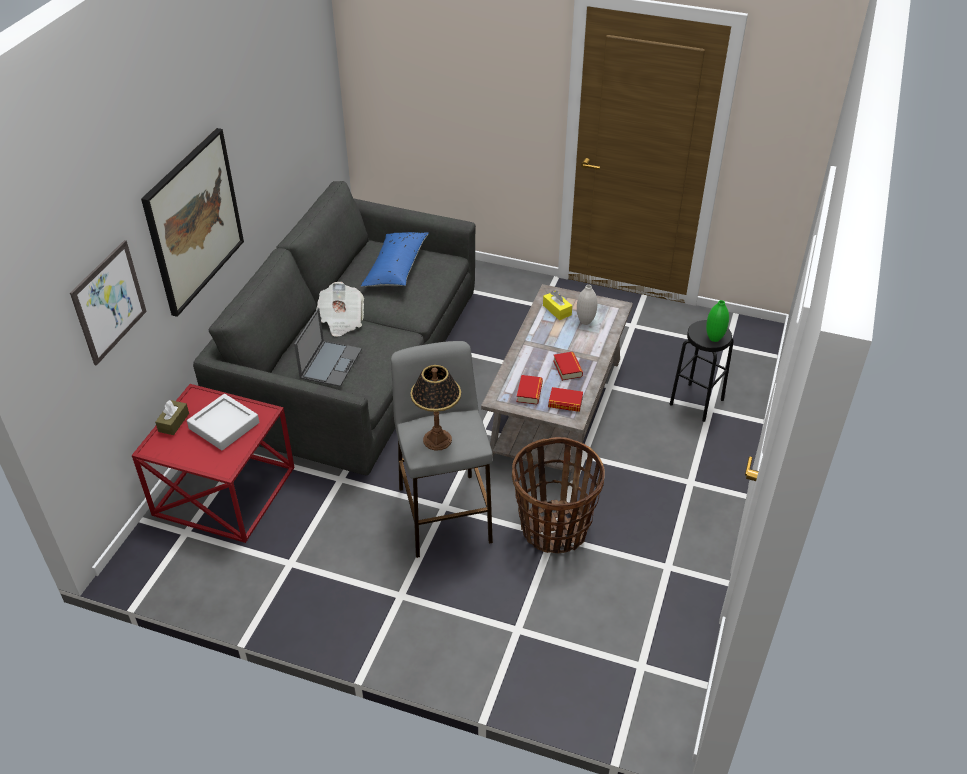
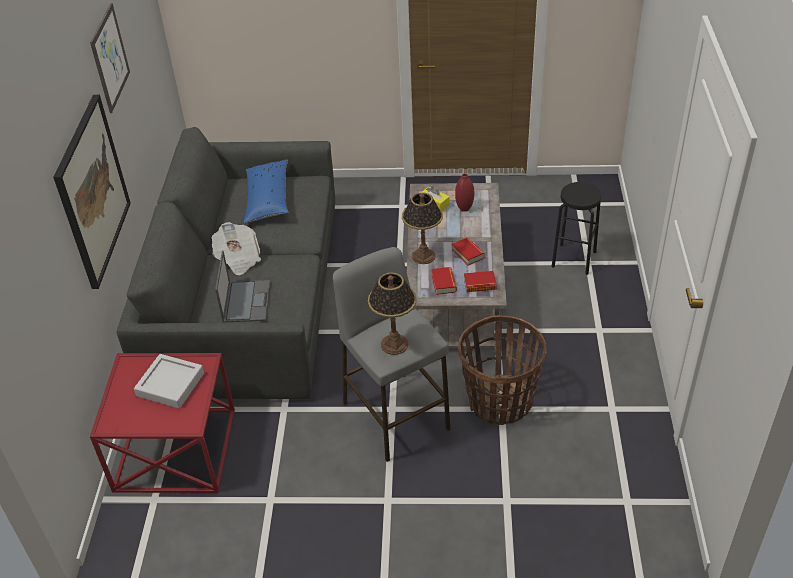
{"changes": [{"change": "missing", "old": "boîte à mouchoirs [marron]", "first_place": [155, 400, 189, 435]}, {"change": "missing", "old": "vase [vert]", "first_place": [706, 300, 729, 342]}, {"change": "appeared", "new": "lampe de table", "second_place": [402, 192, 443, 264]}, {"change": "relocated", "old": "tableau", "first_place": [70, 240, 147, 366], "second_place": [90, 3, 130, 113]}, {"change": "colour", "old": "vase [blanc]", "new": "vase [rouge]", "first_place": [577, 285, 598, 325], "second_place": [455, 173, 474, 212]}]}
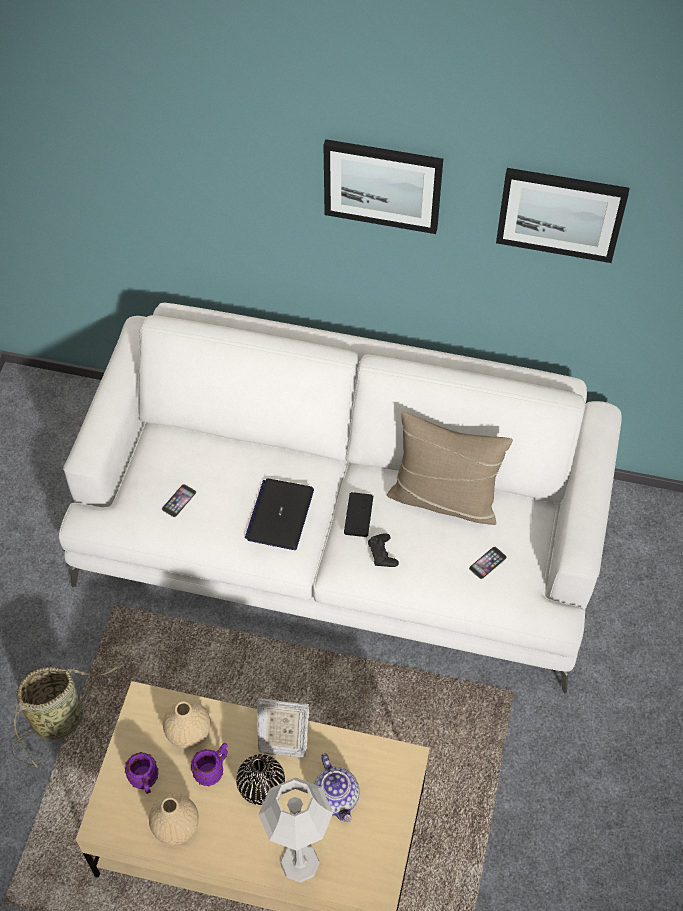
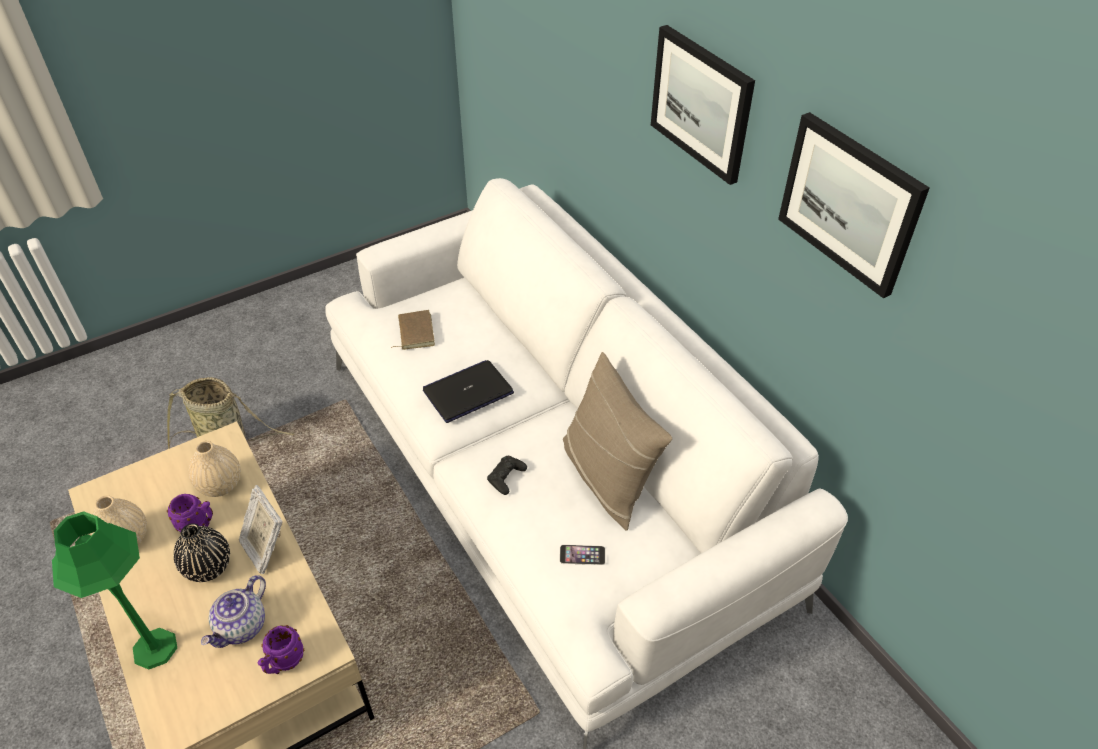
{"changes": [{"change": "missing", "old": "manette [noir]", "first_place": [344, 492, 373, 537]}, {"change": "relocated", "old": "mug [violet]", "first_place": [125, 752, 158, 794], "second_place": [258, 625, 304, 674]}, {"change": "exchanged", "old": "téléphone", "new": "livre [marron]", "first_place": [162, 484, 196, 517], "second_place": [391, 310, 435, 350]}, {"change": "colour", "old": "lampe de table [gris]", "new": "lampe de table [vert]", "first_place": [258, 777, 333, 883], "second_place": [52, 511, 177, 669]}]}
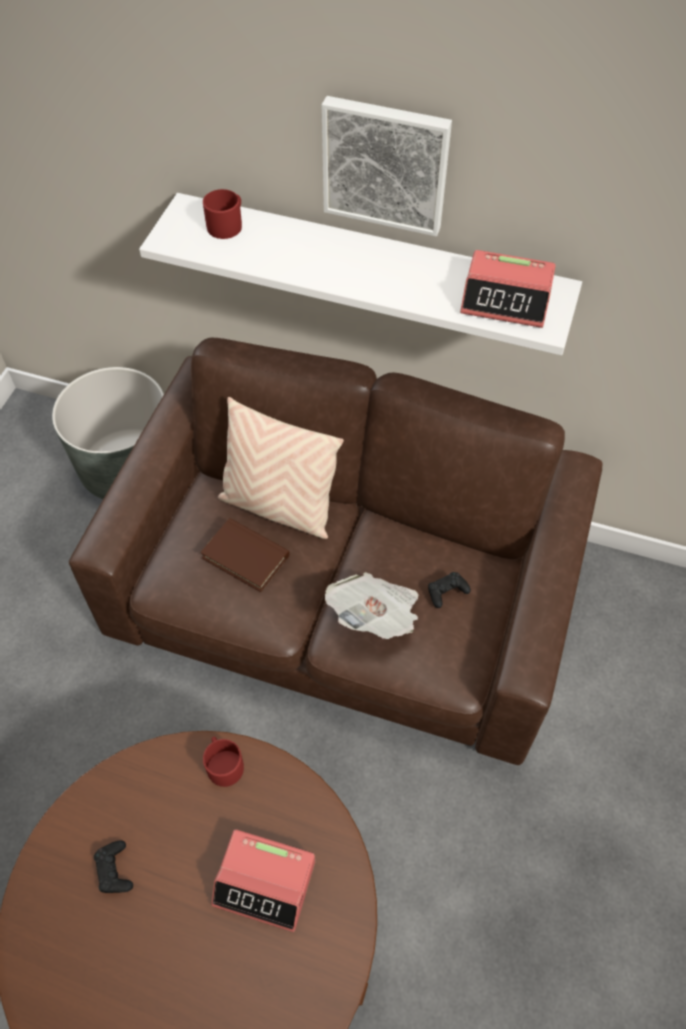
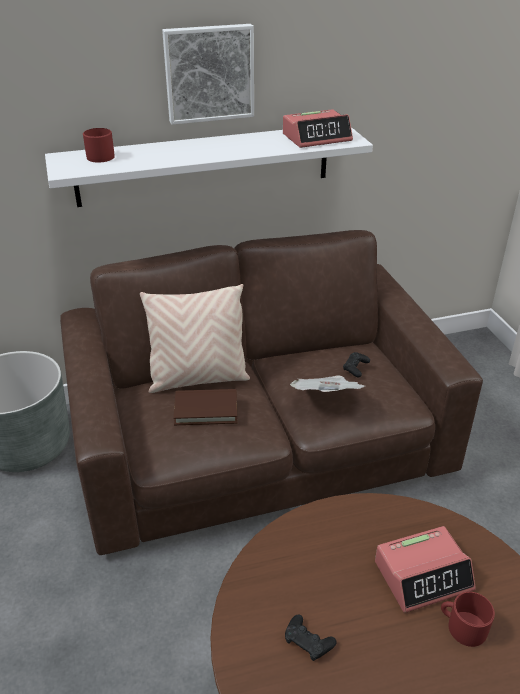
{"changes": [{"change": "relocated", "old": "mug [rouge]", "first_place": [203, 737, 244, 787], "second_place": [441, 592, 495, 647]}]}
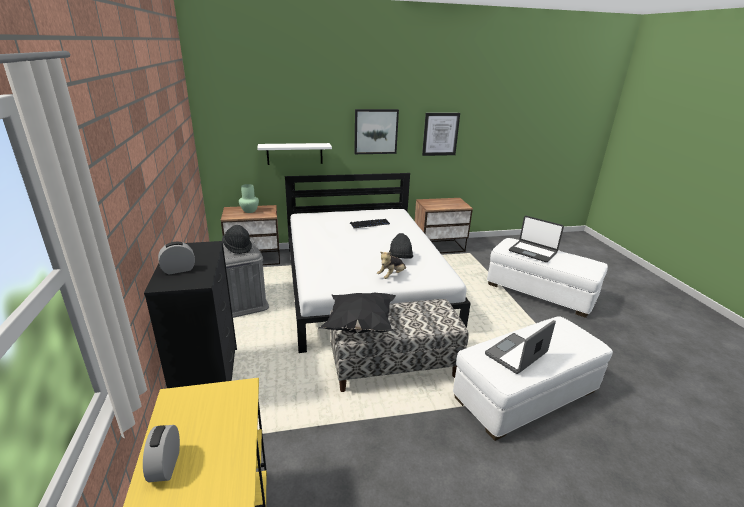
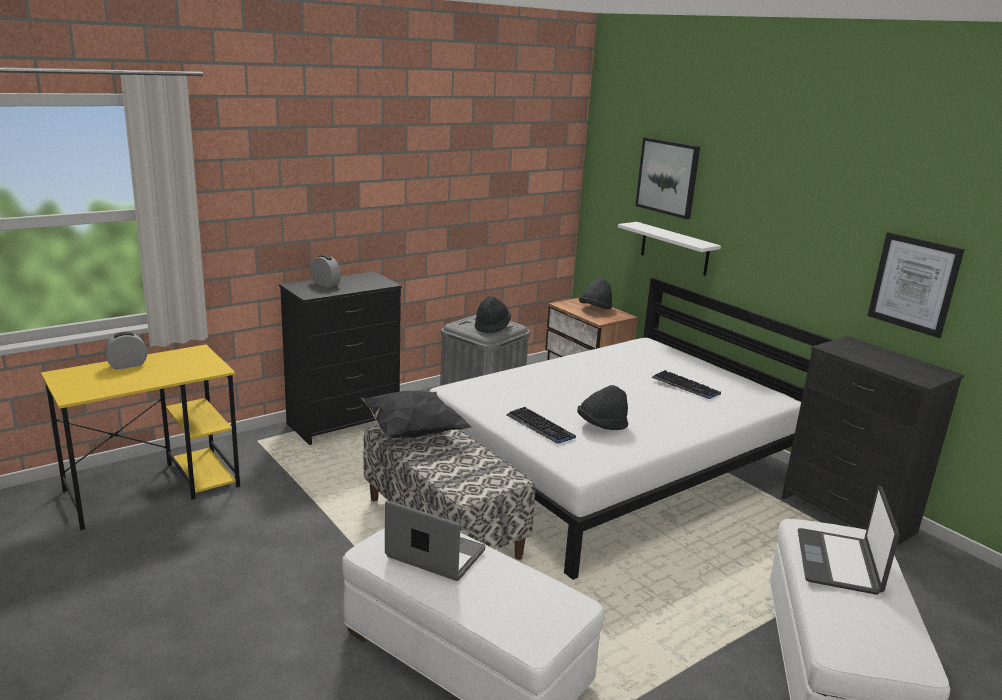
{"changes": [{"change": "relocated", "old": "tableau", "first_place": [354, 109, 399, 154], "second_place": [635, 137, 700, 219]}, {"change": "exchanged", "old": "vase [vert]", "new": "chapeau [noir]", "first_place": [239, 184, 259, 213], "second_place": [579, 278, 612, 309]}, {"change": "exchanged", "old": "peluche", "new": "clavier", "first_place": [377, 252, 406, 279], "second_place": [506, 407, 576, 444]}, {"change": "exchanged", "old": "table de chevet", "new": "commode [noir]", "first_place": [414, 198, 473, 253], "second_place": [781, 336, 964, 545]}]}
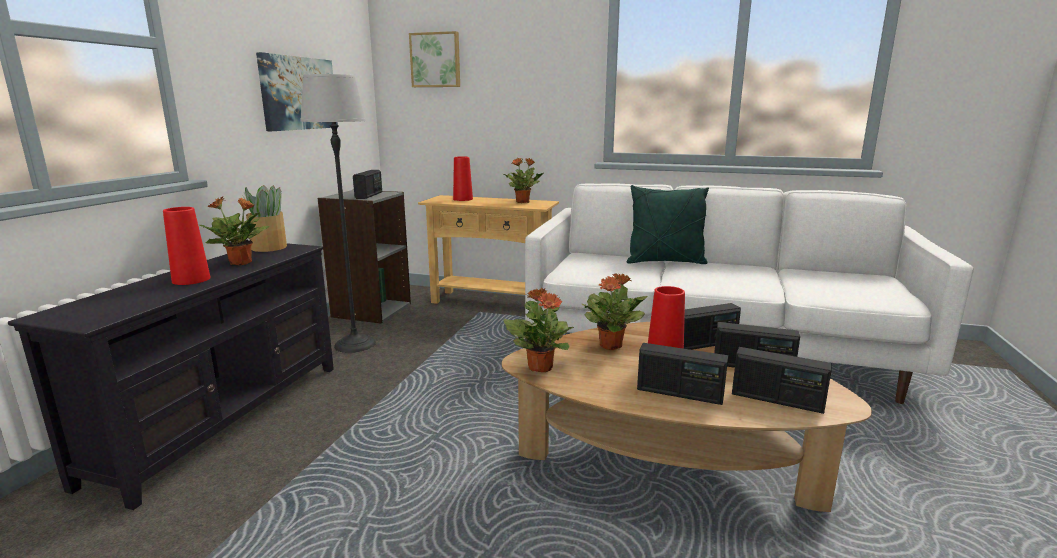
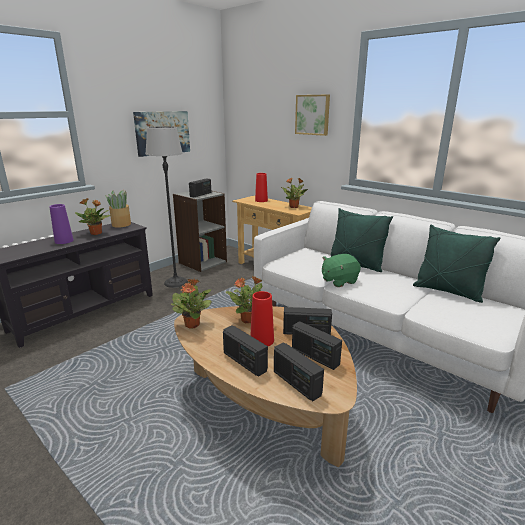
{"changes": [{"change": "appeared", "new": "peluche [vert]", "second_place": [322, 254, 361, 287]}, {"change": "appeared", "new": "coussin [vert]", "second_place": [413, 225, 500, 303]}, {"change": "relocated", "old": "tableau", "first_place": [409, 31, 460, 87], "second_place": [295, 95, 330, 136]}, {"change": "colour", "old": "vase [rouge]", "new": "vase [violet]", "first_place": [163, 207, 211, 285], "second_place": [50, 204, 74, 244]}]}
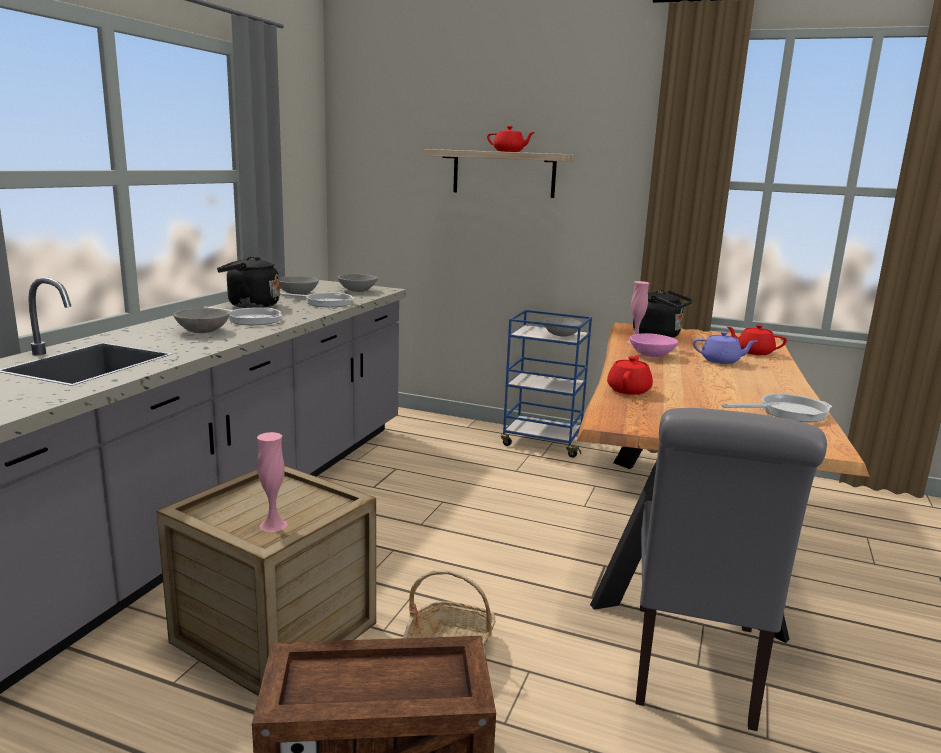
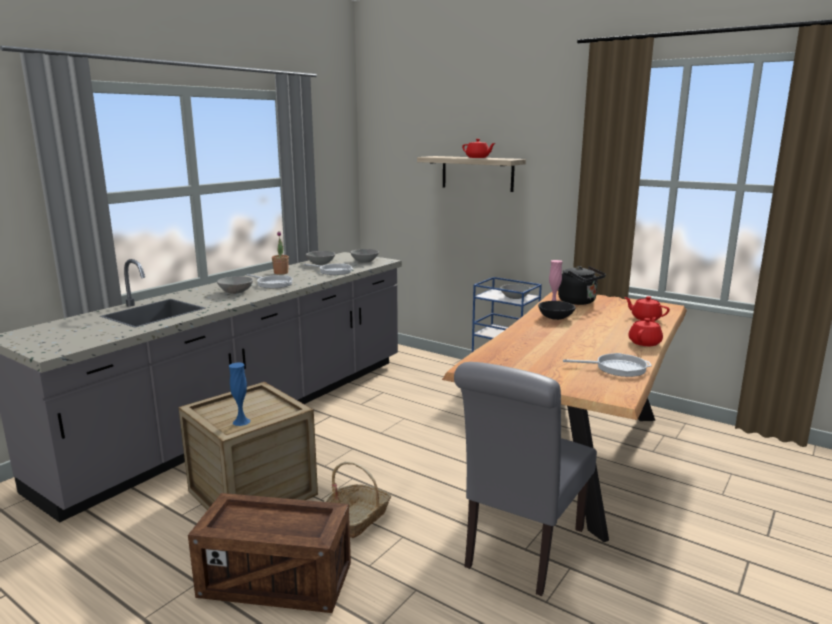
{"changes": [{"change": "missing", "old": "théière [violet]", "first_place": [693, 332, 757, 364]}, {"change": "relocated", "old": "théière [rouge]", "first_place": [607, 355, 653, 395], "second_place": [628, 317, 663, 346]}, {"change": "exchanged", "old": "bouilloire [noir]", "new": "plante en pot", "first_place": [217, 256, 280, 308], "second_place": [272, 231, 289, 274]}, {"change": "colour", "old": "vase [rose]", "new": "vase [bleu]", "first_place": [257, 432, 288, 532], "second_place": [229, 363, 251, 426]}, {"change": "colour", "old": "bol [rose]", "new": "bol [noir]", "first_place": [630, 333, 678, 357], "second_place": [538, 301, 576, 320]}]}
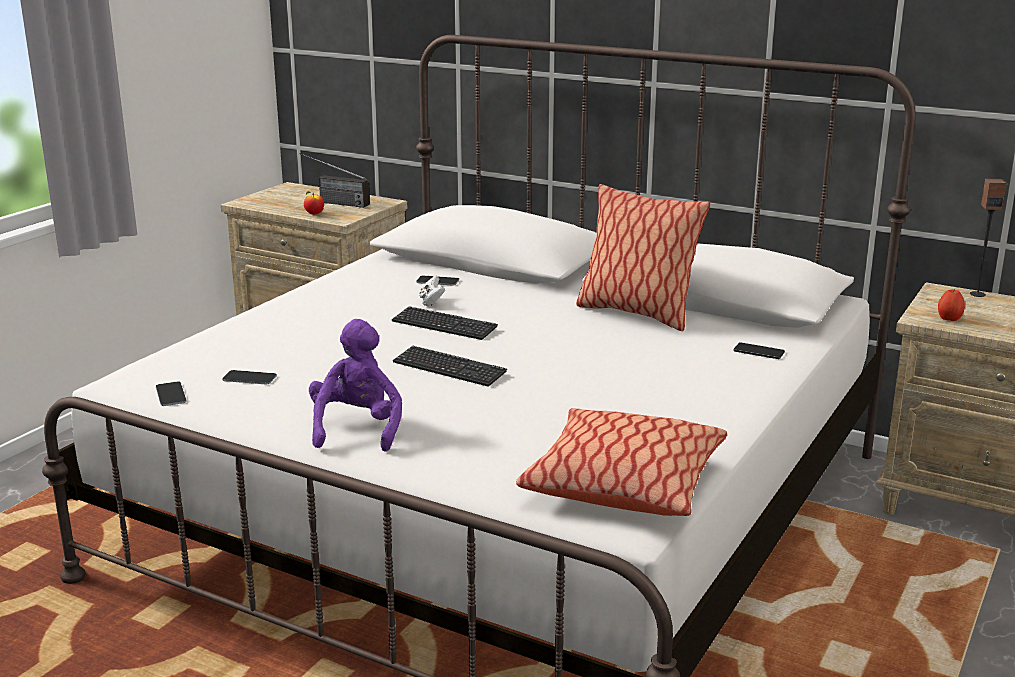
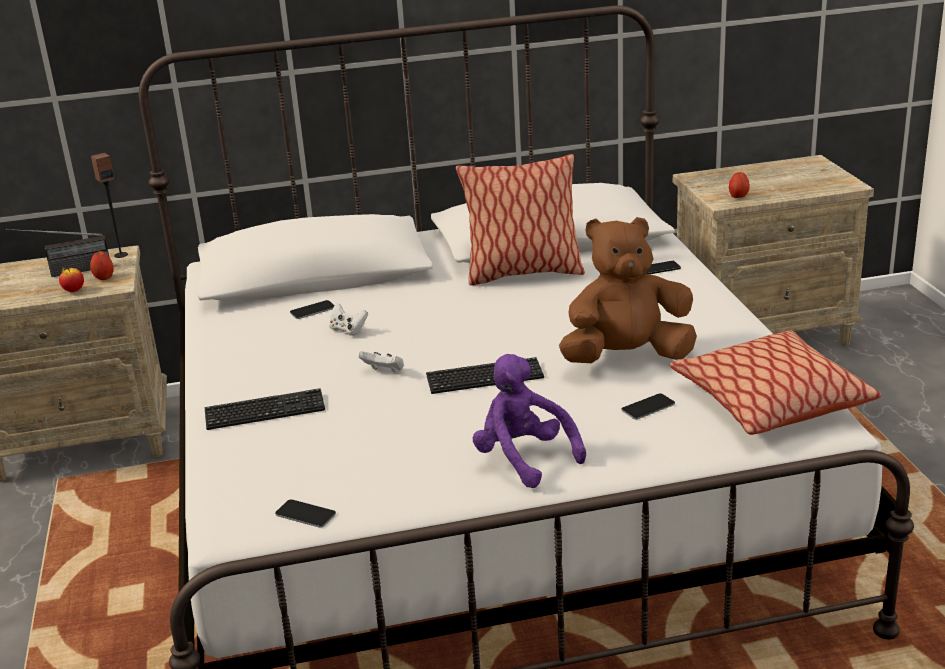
{"changes": [{"change": "appeared", "new": "pomme", "second_place": [90, 251, 114, 280]}, {"change": "appeared", "new": "manette [blanc]", "second_place": [359, 351, 404, 373]}, {"change": "appeared", "new": "peluche [marron]", "second_place": [559, 217, 697, 363]}, {"change": "relocated", "old": "téléphone", "first_place": [222, 370, 277, 384], "second_place": [622, 394, 675, 419]}, {"change": "relocated", "old": "clavier", "first_place": [392, 306, 498, 340], "second_place": [205, 388, 325, 430]}, {"change": "relocated", "old": "enceinte", "first_place": [970, 179, 1006, 297], "second_place": [91, 153, 128, 258]}]}
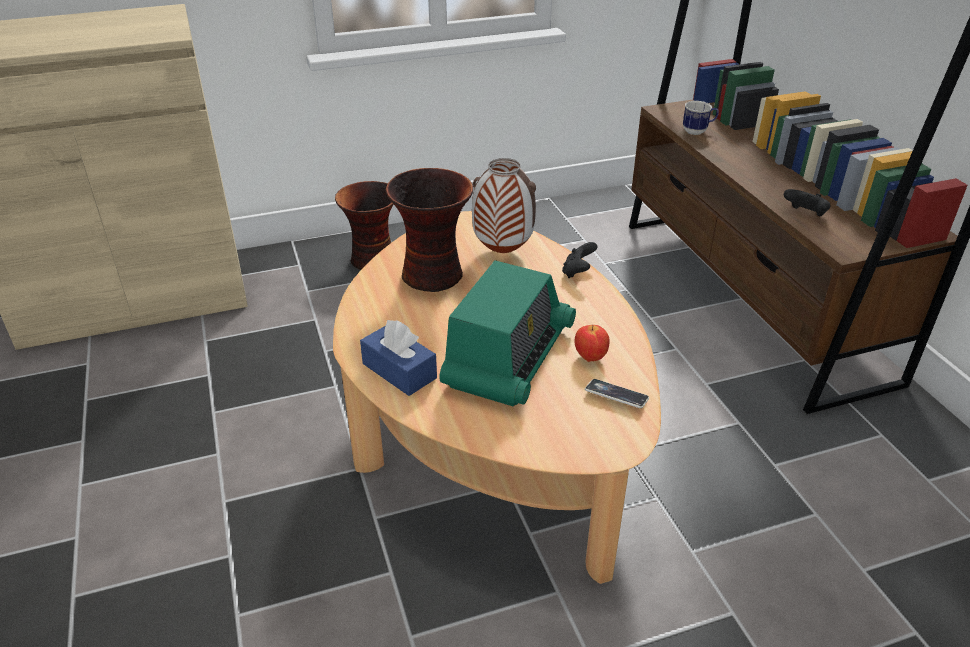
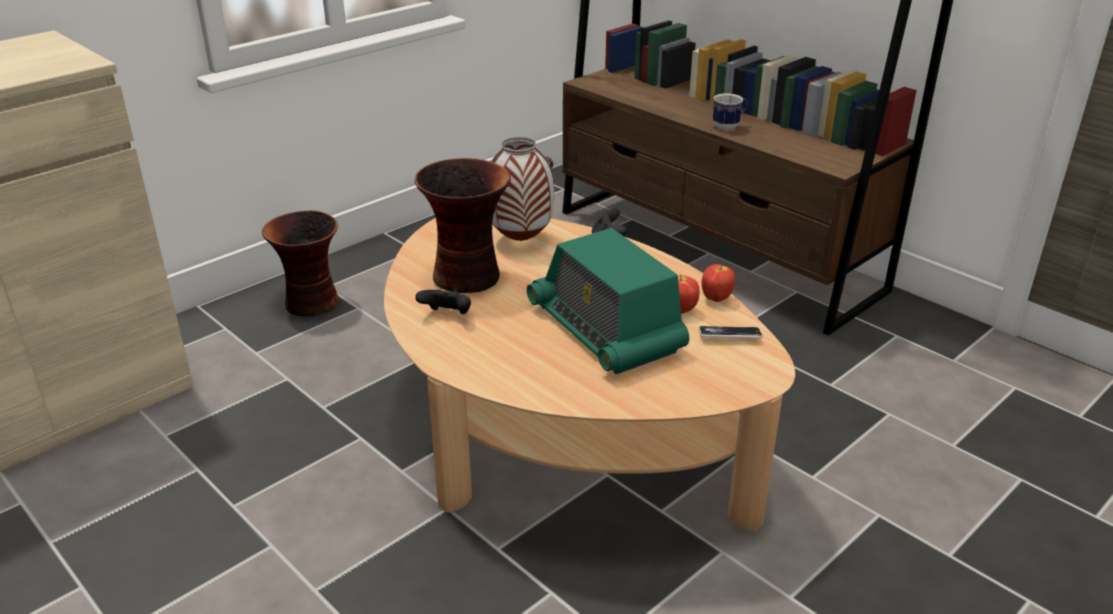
{"changes": [{"change": "missing", "old": "boîte à mouchoirs [bleu]", "first_place": [360, 320, 437, 396]}, {"change": "appeared", "new": "pomme", "second_place": [701, 264, 735, 302]}, {"change": "relocated", "old": "mug", "first_place": [683, 101, 719, 135], "second_place": [713, 93, 748, 130]}, {"change": "relocated", "old": "manette [noir]", "first_place": [784, 189, 830, 216], "second_place": [415, 289, 471, 314]}, {"change": "spun", "old": "radio", "first_place": [440, 260, 576, 406], "second_place": [527, 228, 689, 374], "degrees": 150}]}
